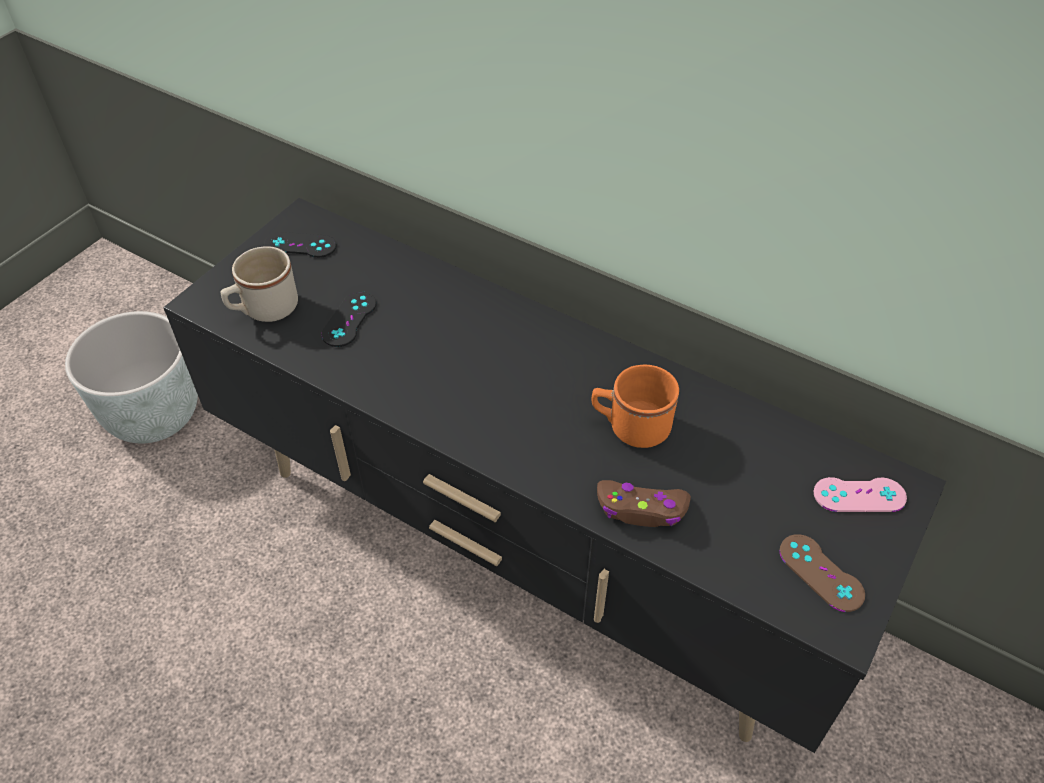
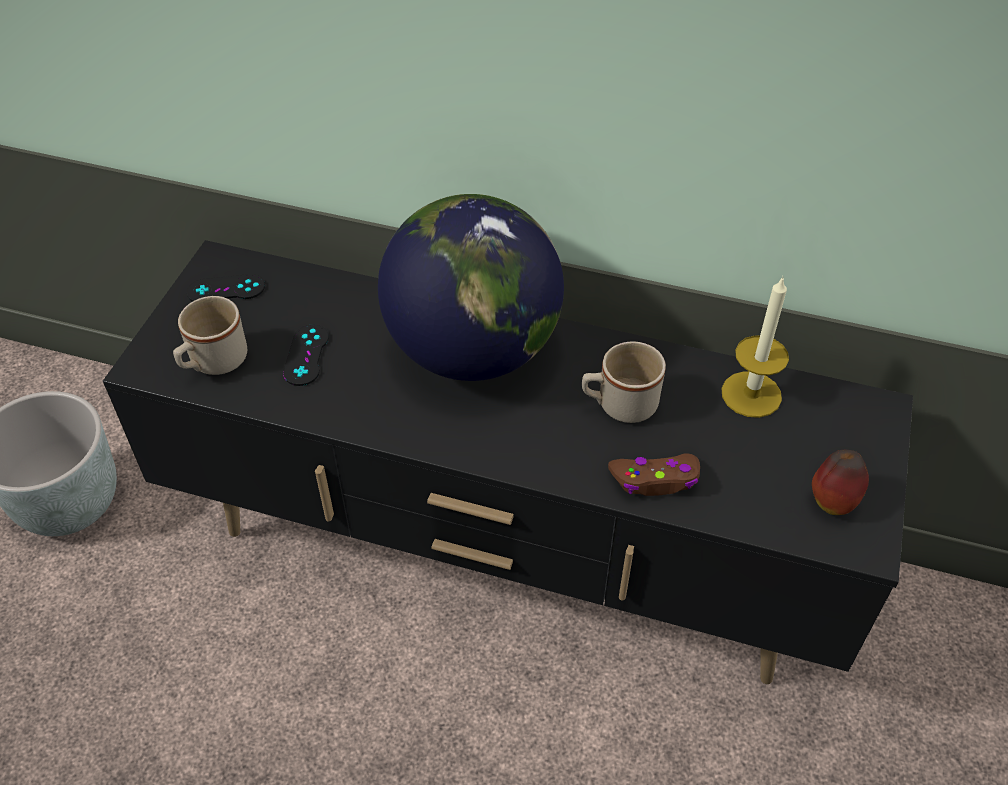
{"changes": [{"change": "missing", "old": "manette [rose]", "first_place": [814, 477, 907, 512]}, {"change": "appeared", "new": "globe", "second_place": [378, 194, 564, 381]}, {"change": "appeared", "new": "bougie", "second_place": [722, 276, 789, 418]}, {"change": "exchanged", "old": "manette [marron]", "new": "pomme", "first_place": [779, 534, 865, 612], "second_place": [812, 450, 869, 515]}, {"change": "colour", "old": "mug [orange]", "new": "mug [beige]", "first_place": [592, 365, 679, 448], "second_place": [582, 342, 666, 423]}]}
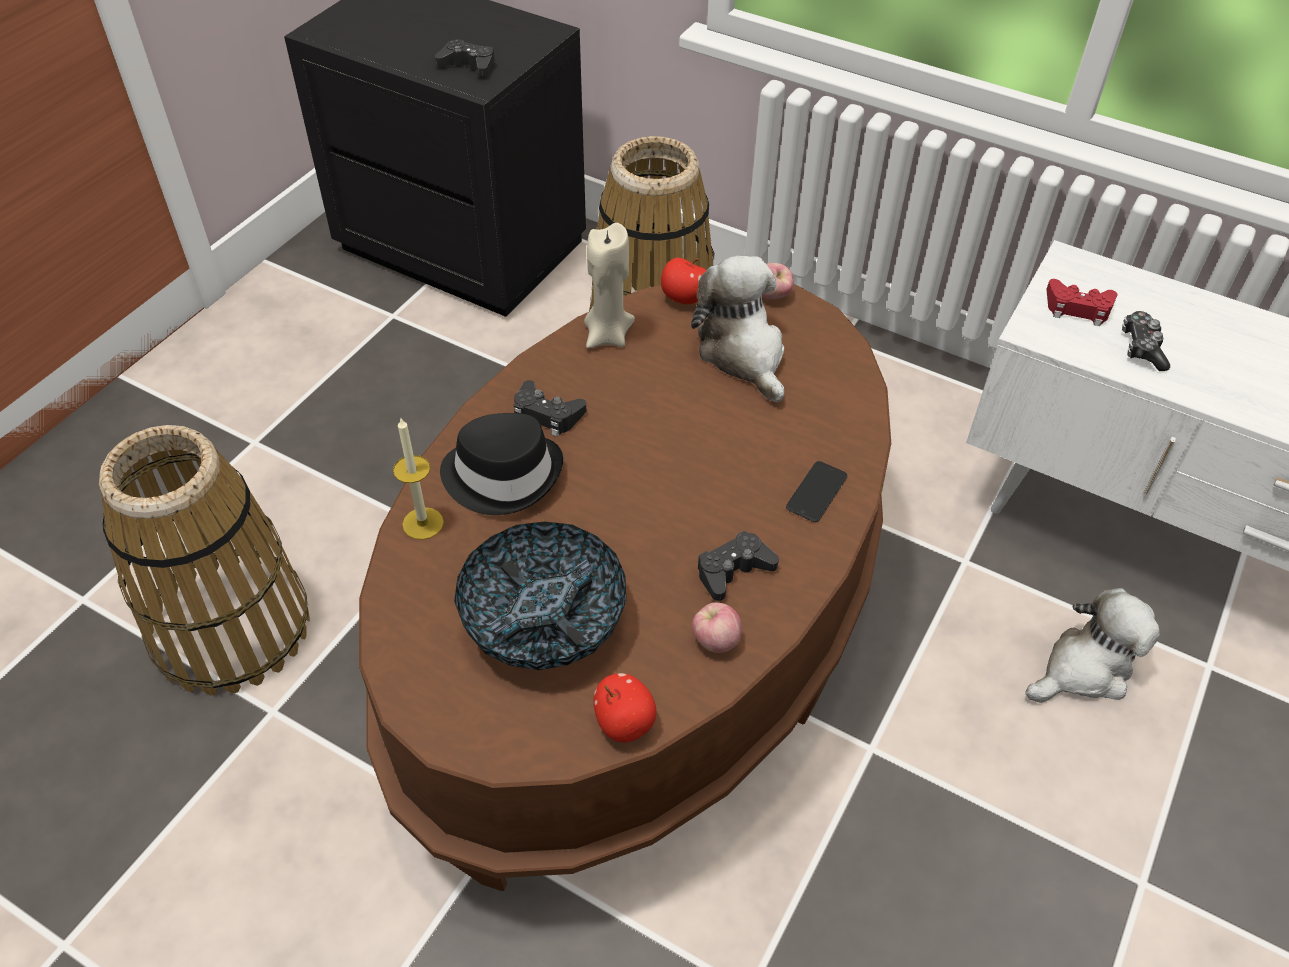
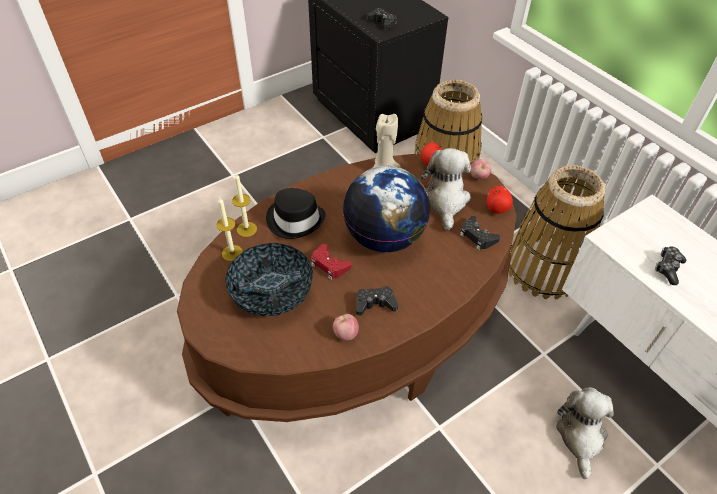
{"changes": [{"change": "missing", "old": "téléphone", "first_place": [786, 461, 848, 522]}, {"change": "appeared", "new": "bougie", "second_place": [216, 198, 243, 261]}, {"change": "appeared", "new": "globe", "second_place": [343, 166, 430, 252]}, {"change": "relocated", "old": "panier", "first_place": [99, 425, 310, 696], "second_place": [509, 165, 605, 299]}, {"change": "relocated", "old": "manette [noir]", "first_place": [514, 380, 586, 437], "second_place": [460, 216, 500, 250]}, {"change": "relocated", "old": "pomme", "first_place": [593, 673, 656, 742], "second_place": [487, 186, 513, 214]}, {"change": "relocated", "old": "manette [rouge]", "first_place": [1046, 279, 1118, 326], "second_place": [311, 244, 352, 280]}, {"change": "spun", "old": "peluche", "first_place": [1025, 588, 1160, 703], "second_place": [556, 387, 614, 479], "degrees": -75}]}
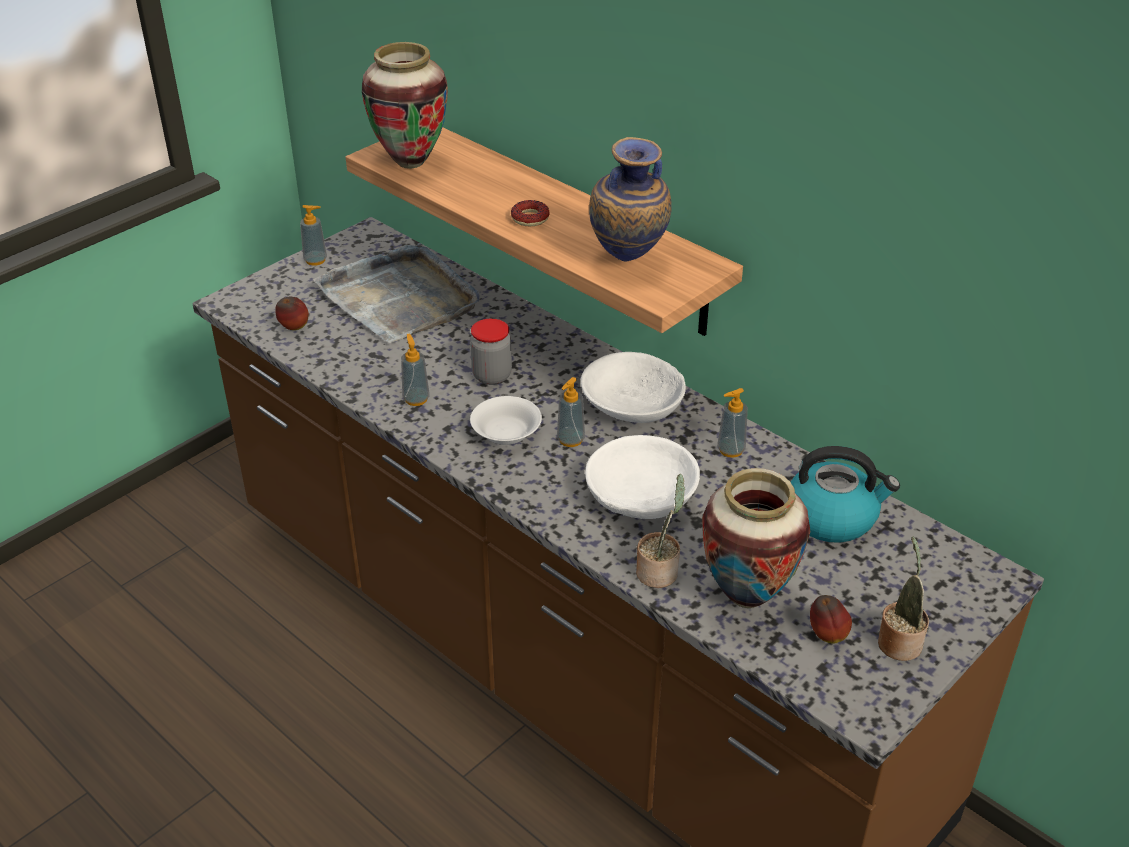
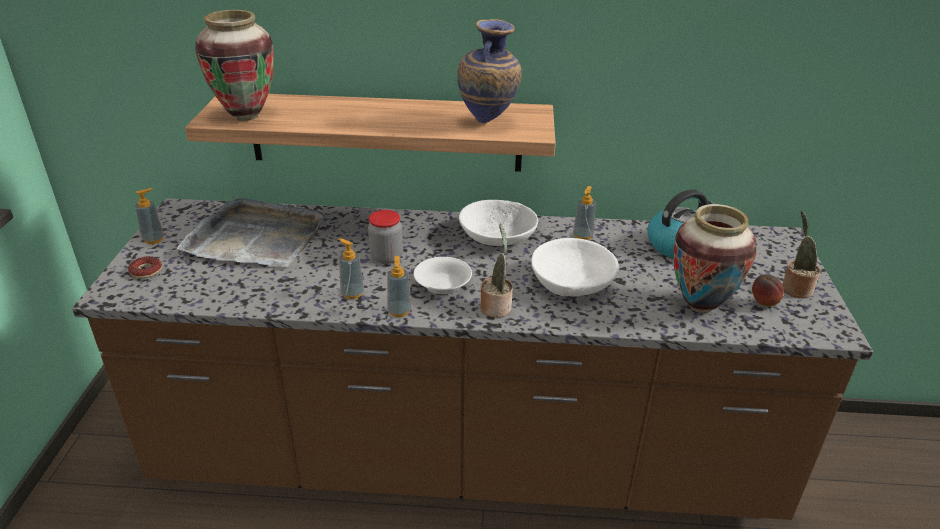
{"changes": [{"change": "missing", "old": "pomme", "first_place": [275, 297, 309, 330]}, {"change": "relocated", "old": "beignet", "first_place": [511, 200, 549, 226], "second_place": [128, 256, 162, 279]}, {"change": "relocated", "old": "distributeur de savon", "first_place": [557, 377, 585, 447], "second_place": [387, 256, 412, 317]}, {"change": "relocated", "old": "plante en pot", "first_place": [636, 474, 685, 588], "second_place": [480, 223, 513, 318]}]}
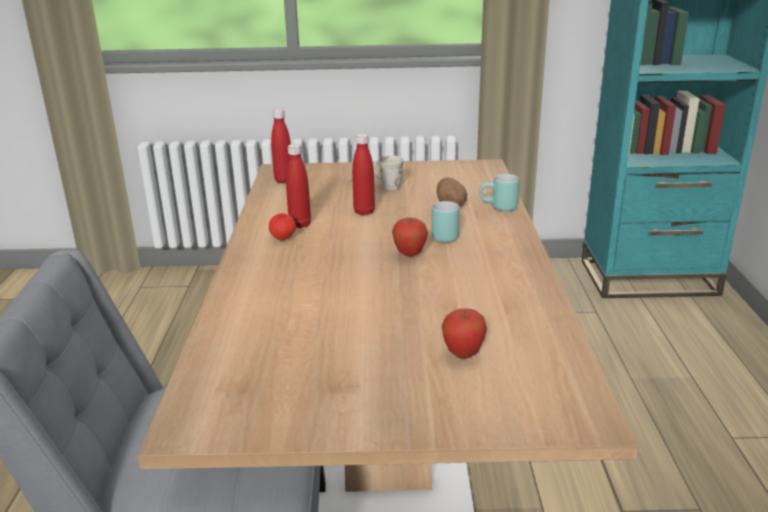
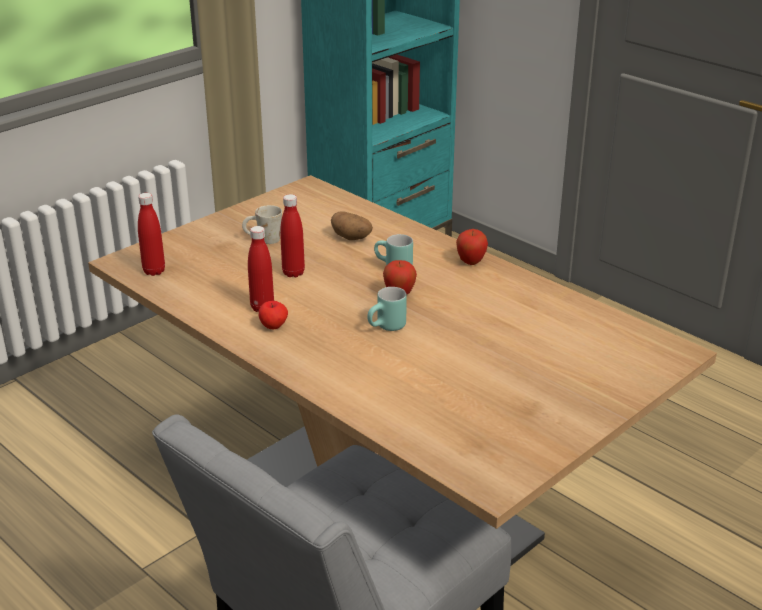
{"changes": [{"change": "relocated", "old": "pomme", "first_place": [442, 309, 487, 359], "second_place": [456, 229, 488, 265]}, {"change": "relocated", "old": "mug [turquoise]", "first_place": [479, 174, 519, 211], "second_place": [367, 287, 407, 331]}]}
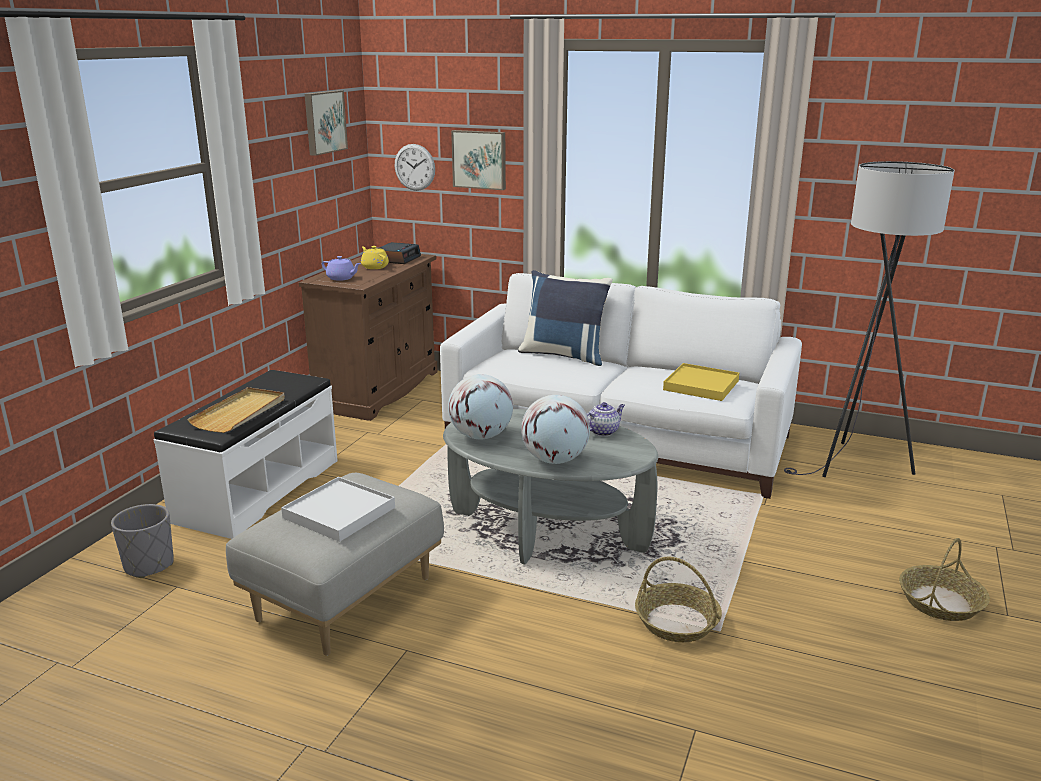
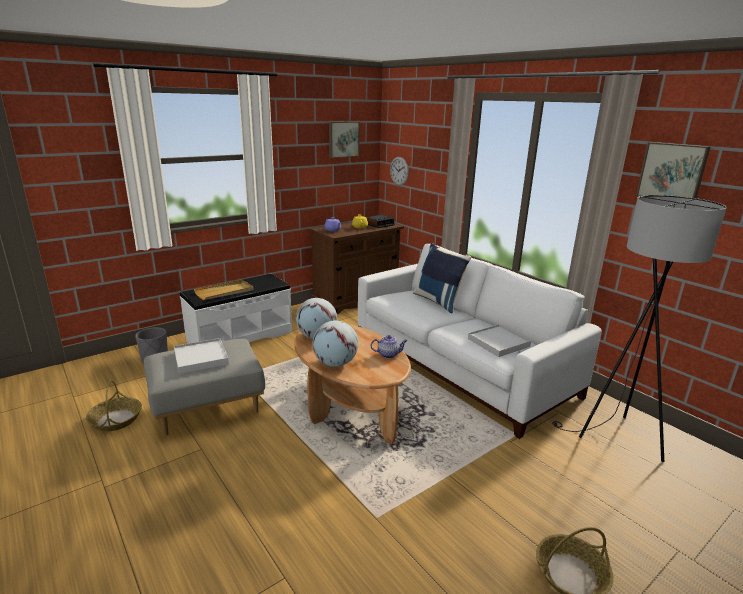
{"changes": [{"change": "relocated", "old": "tableau", "first_place": [451, 130, 506, 190], "second_place": [636, 142, 710, 198]}, {"change": "relocated", "old": "panier", "first_place": [635, 557, 722, 642], "second_place": [86, 380, 142, 431]}, {"change": "colour", "old": "table basse [gris]", "new": "table basse [marron]", "first_place": [443, 409, 658, 565], "second_place": [294, 324, 411, 444]}, {"change": "colour", "old": "plateau [jaune]", "new": "plateau [blanc]", "first_place": [663, 363, 739, 401], "second_place": [468, 324, 531, 357]}]}
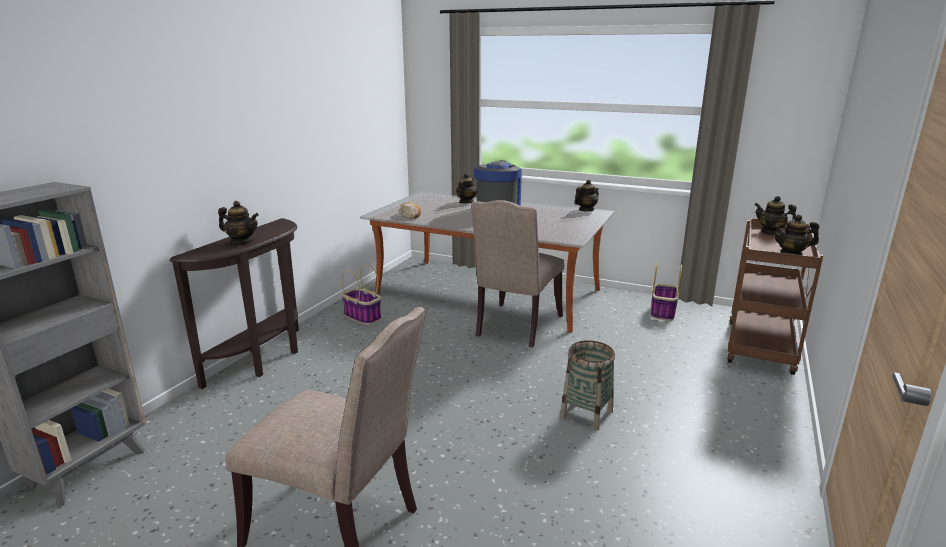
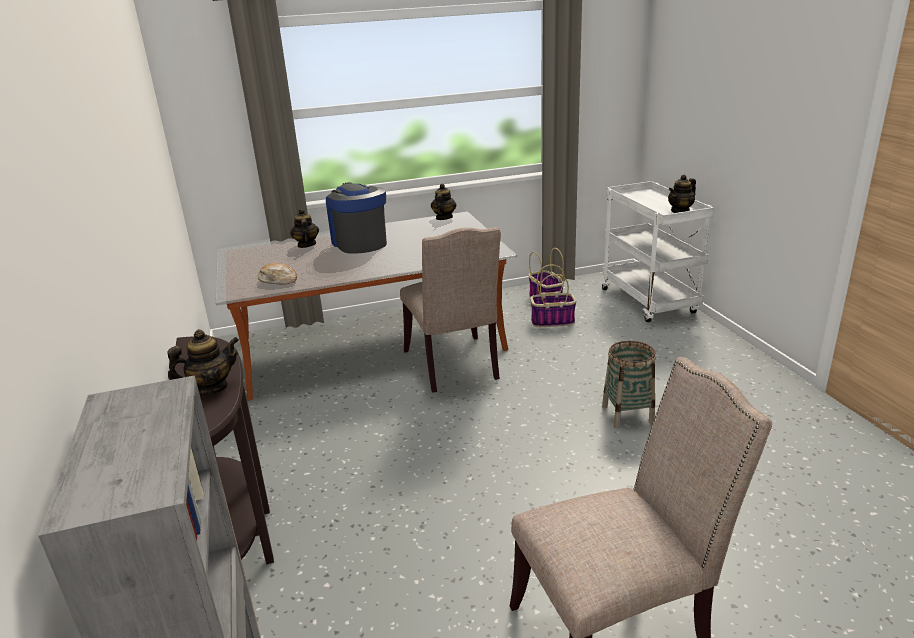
{"changes": [{"change": "missing", "old": "théière", "first_place": [754, 196, 797, 235]}, {"change": "relocated", "old": "panier", "first_place": [341, 264, 381, 325], "second_place": [530, 264, 576, 327]}, {"change": "colour", "old": "chariot [marron]", "new": "chariot [blanc]", "first_place": [727, 218, 823, 375], "second_place": [602, 181, 714, 322]}]}
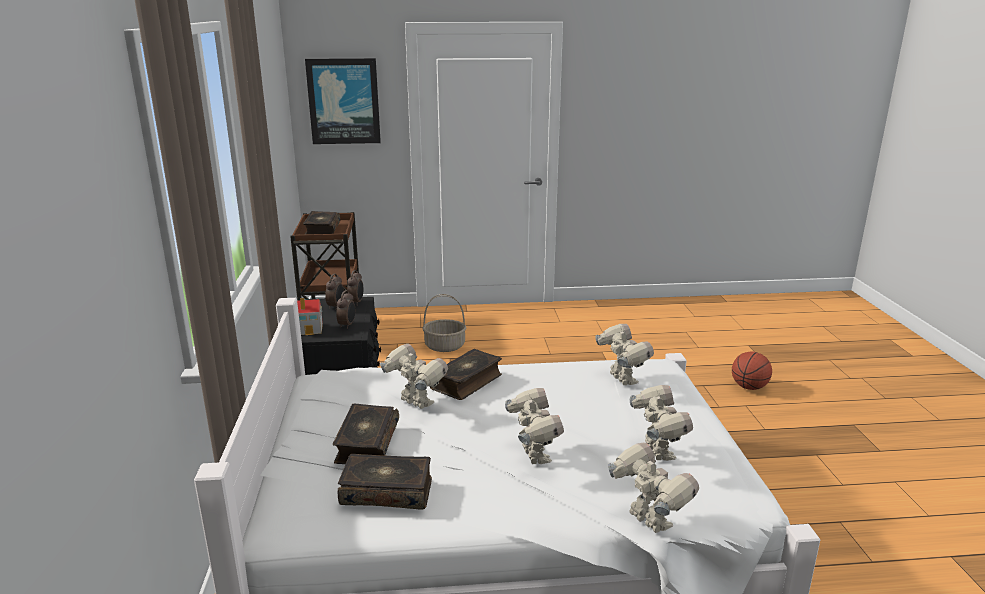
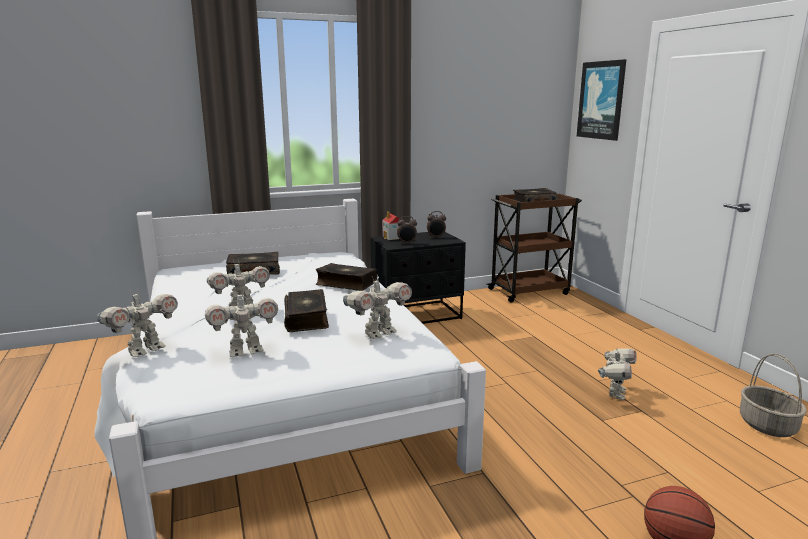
{"changes": [{"change": "missing", "old": "réveil", "first_place": [347, 270, 363, 304]}, {"change": "relocated", "old": "livre", "first_place": [338, 454, 432, 510], "second_place": [284, 289, 329, 332]}, {"change": "relocated", "old": "robot jouet", "first_place": [380, 344, 448, 409], "second_place": [598, 348, 637, 400]}, {"change": "relocated", "old": "panier", "first_place": [422, 294, 466, 352], "second_place": [740, 353, 807, 437]}]}
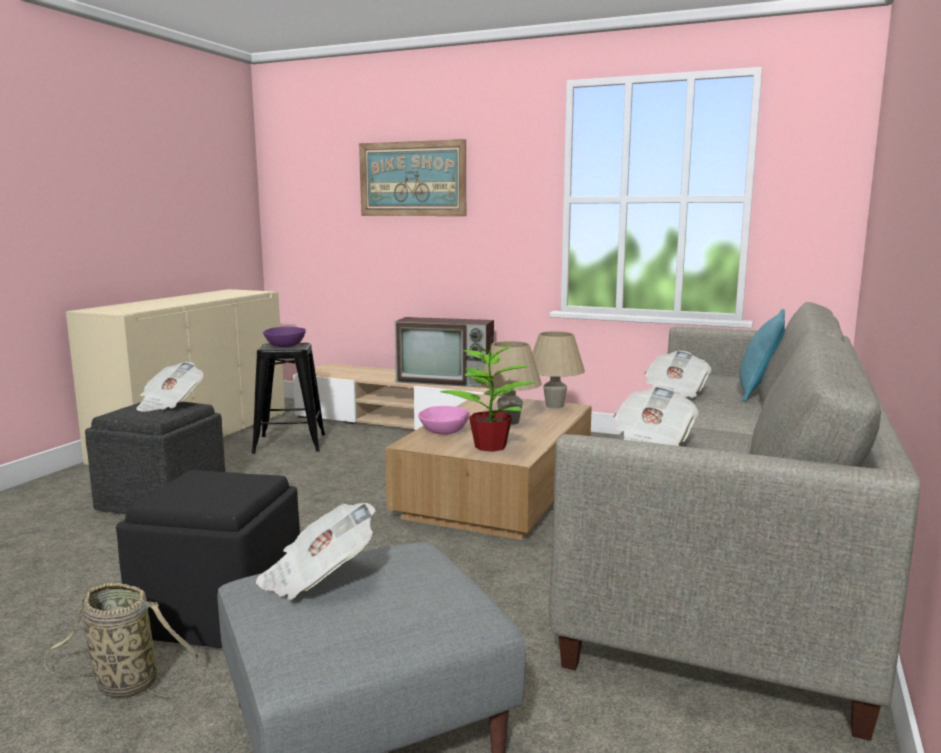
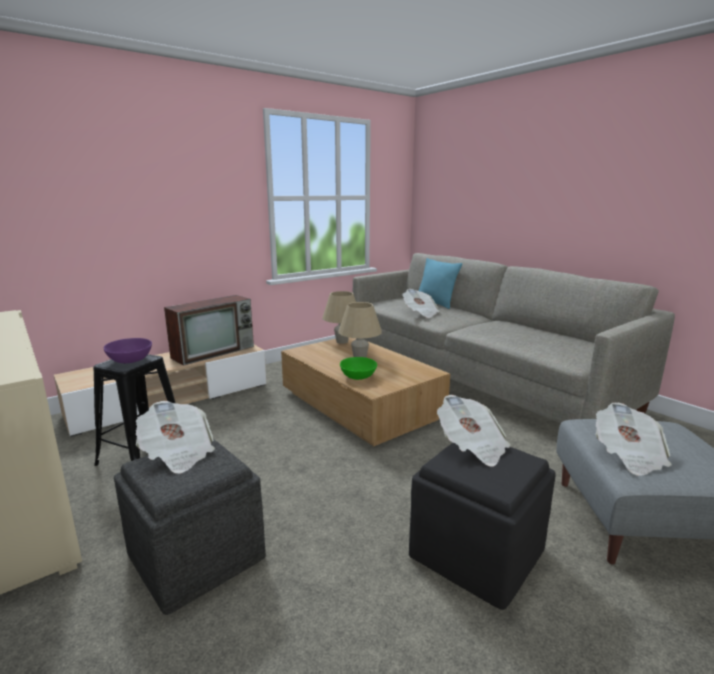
{"changes": [{"change": "missing", "old": "panier", "first_place": [44, 583, 200, 698]}, {"change": "missing", "old": "tableau", "first_place": [359, 139, 466, 216]}, {"change": "missing", "old": "plante en pot", "first_place": [440, 340, 534, 452]}, {"change": "relocated", "old": "journal", "first_place": [614, 386, 698, 446], "second_place": [437, 395, 510, 467]}, {"change": "colour", "old": "bol [rose]", "new": "bol [vert]", "first_place": [418, 406, 470, 435], "second_place": [340, 357, 377, 380]}]}
